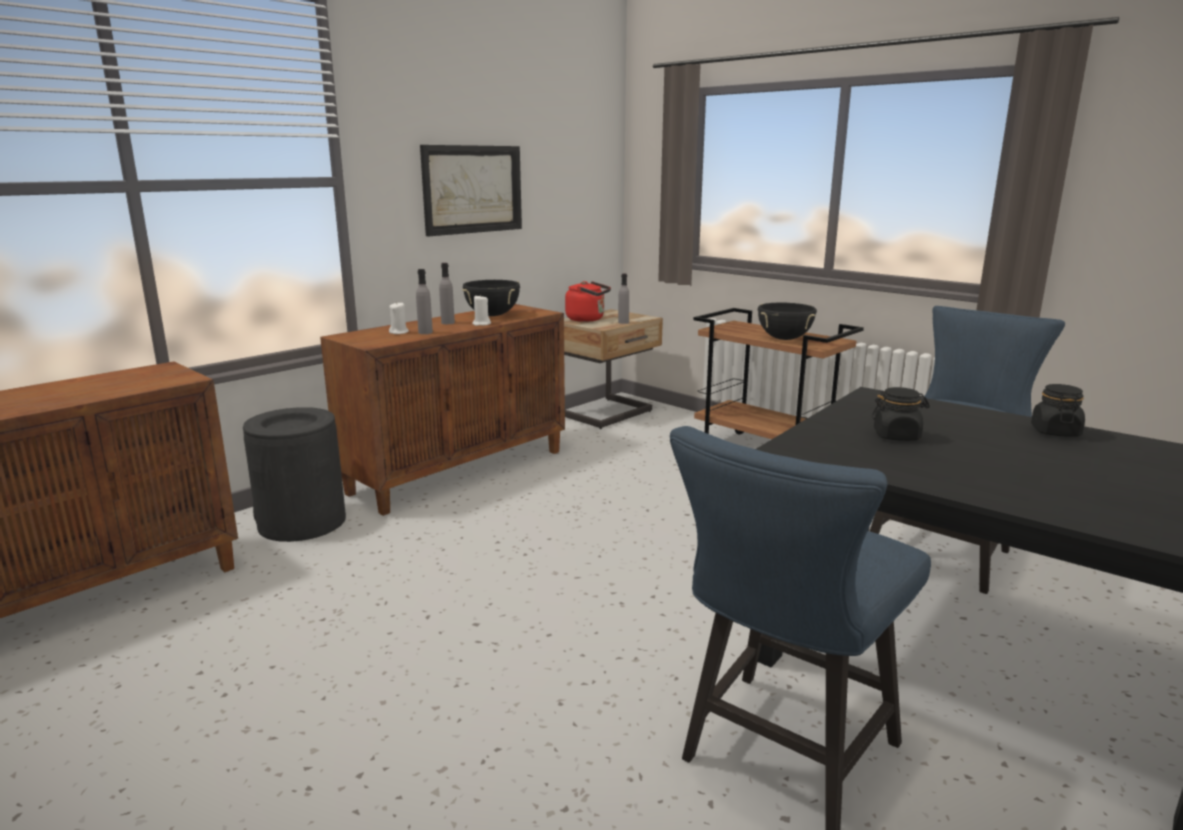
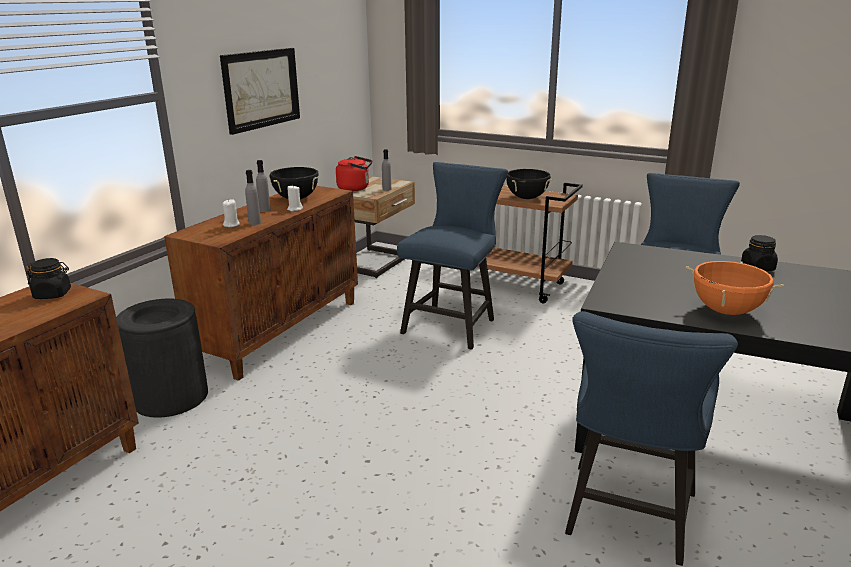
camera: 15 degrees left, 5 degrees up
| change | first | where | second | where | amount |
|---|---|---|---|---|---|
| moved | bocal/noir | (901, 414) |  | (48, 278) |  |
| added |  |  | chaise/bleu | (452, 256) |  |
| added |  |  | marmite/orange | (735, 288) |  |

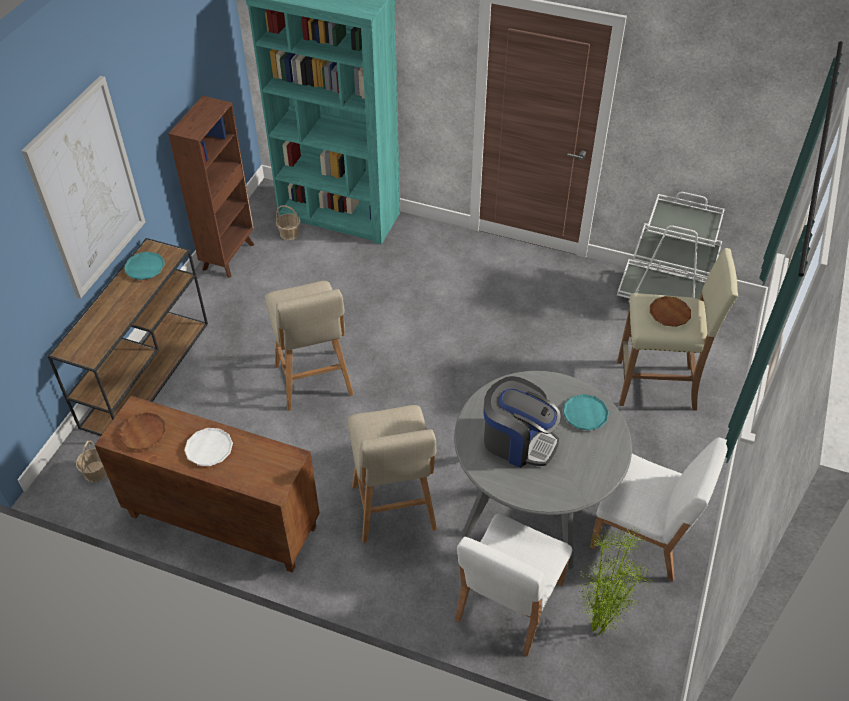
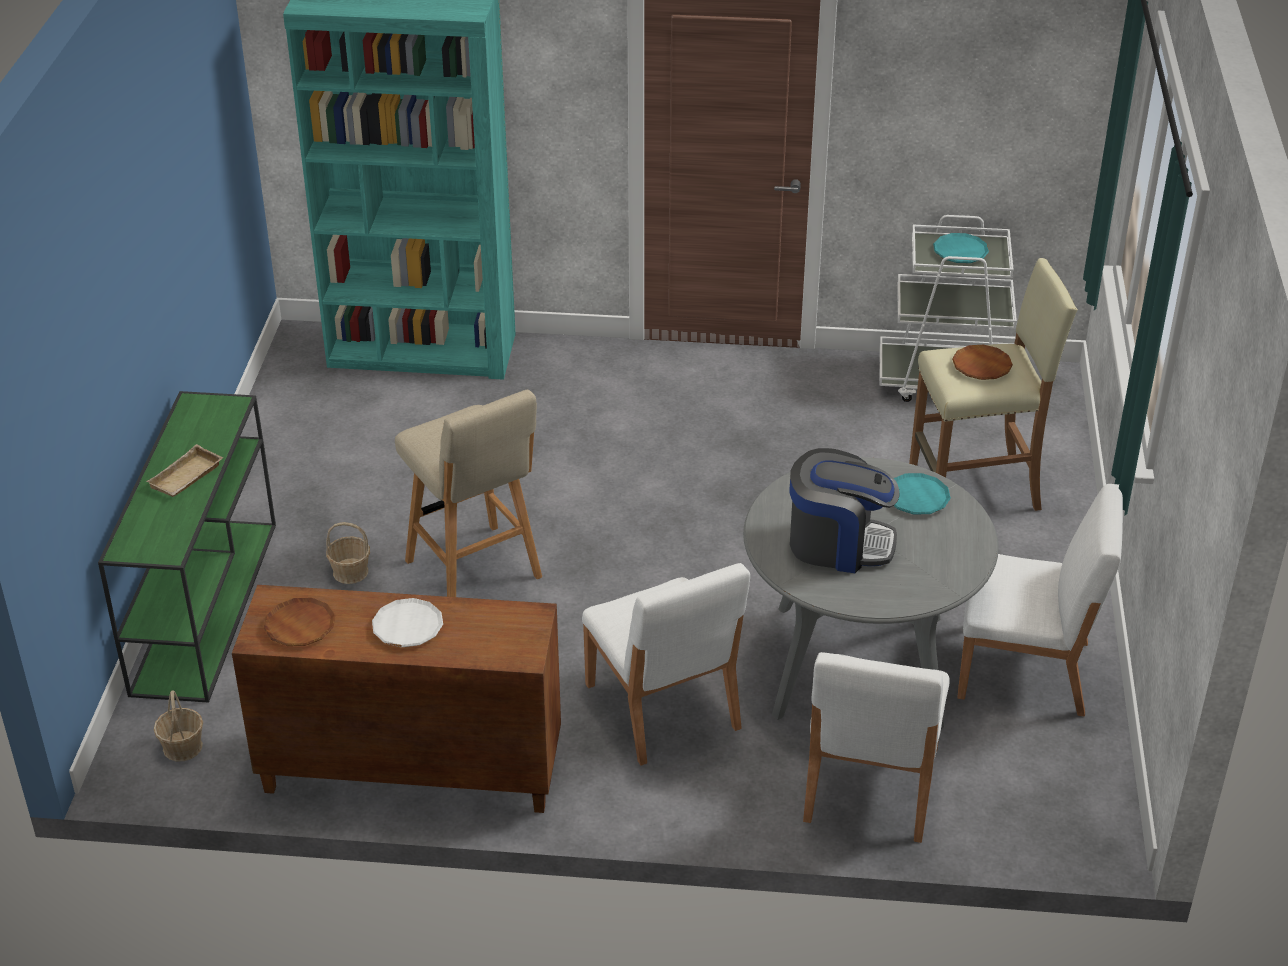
camera: 15 degrees left, 10 degrees down
| change | first | where | second | where | amount |
|---|---|---|---|---|---|
| recoloured | table console/marron | (127, 337) | table console/vert | (187, 547) |  |
| added |  |  | plateau/beige | (184, 470) |  |
| moved | panier | (288, 222) |  | (348, 553) |  |
| replaced | tabouret/beige | (392, 474) | chaise/blanc | (666, 664) |  |
| moved | assiette/turquoise | (144, 266) |  | (961, 248) |  |
| removed | tableau | (83, 187) |  |  |  |
| removed | bibliothèque/marron | (211, 187) |  |  |  |
| removed | plante en pot | (616, 581) |  |  |  |

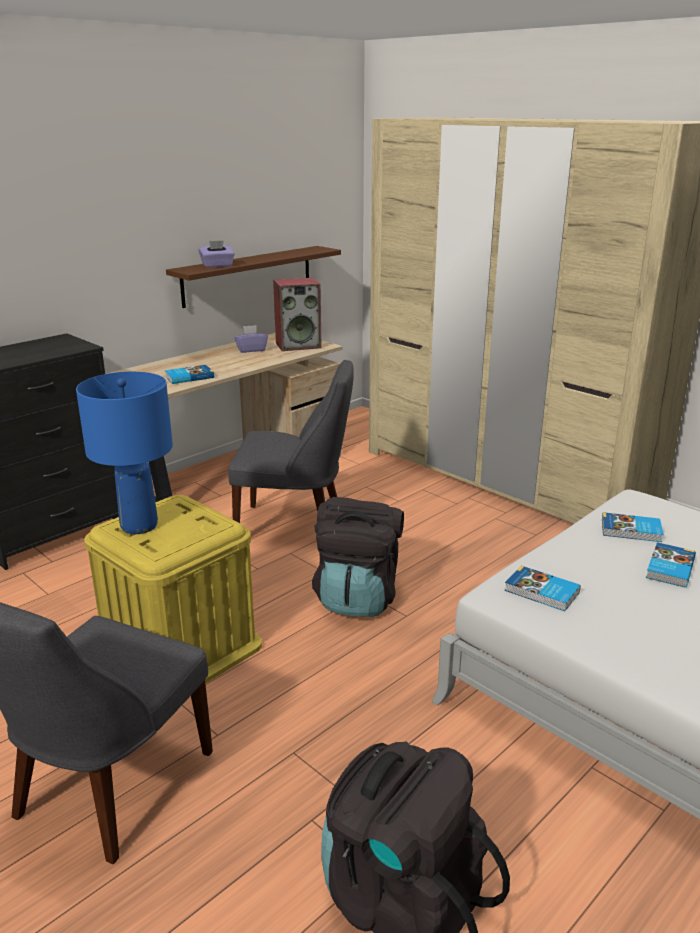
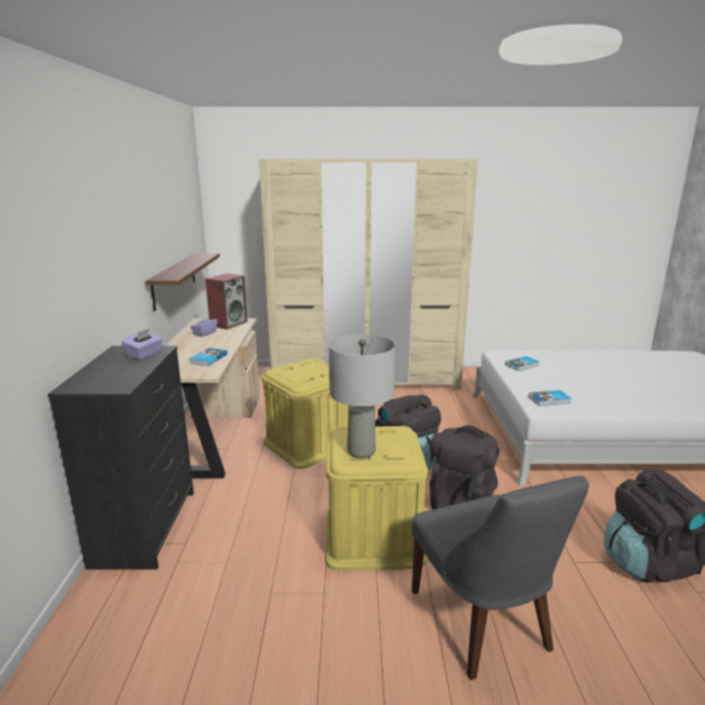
camera: 45 degrees left, 5 degrees down
| change | first | where | second | where | amount |
|---|---|---|---|---|---|
| moved | boîte à mouchoirs/violet | (216, 254) |  | (142, 344) |  |
| replaced | chaise/gris | (291, 441) | boîte de rangement/jaune | (305, 414) |  |
| recoloured | lampe de table/bleu | (124, 453) | lampe de table/gris | (362, 396) |  |
| added |  |  | sac à dos/noir | (465, 467) |  |
| removed | livre | (671, 565) |  |  |  |

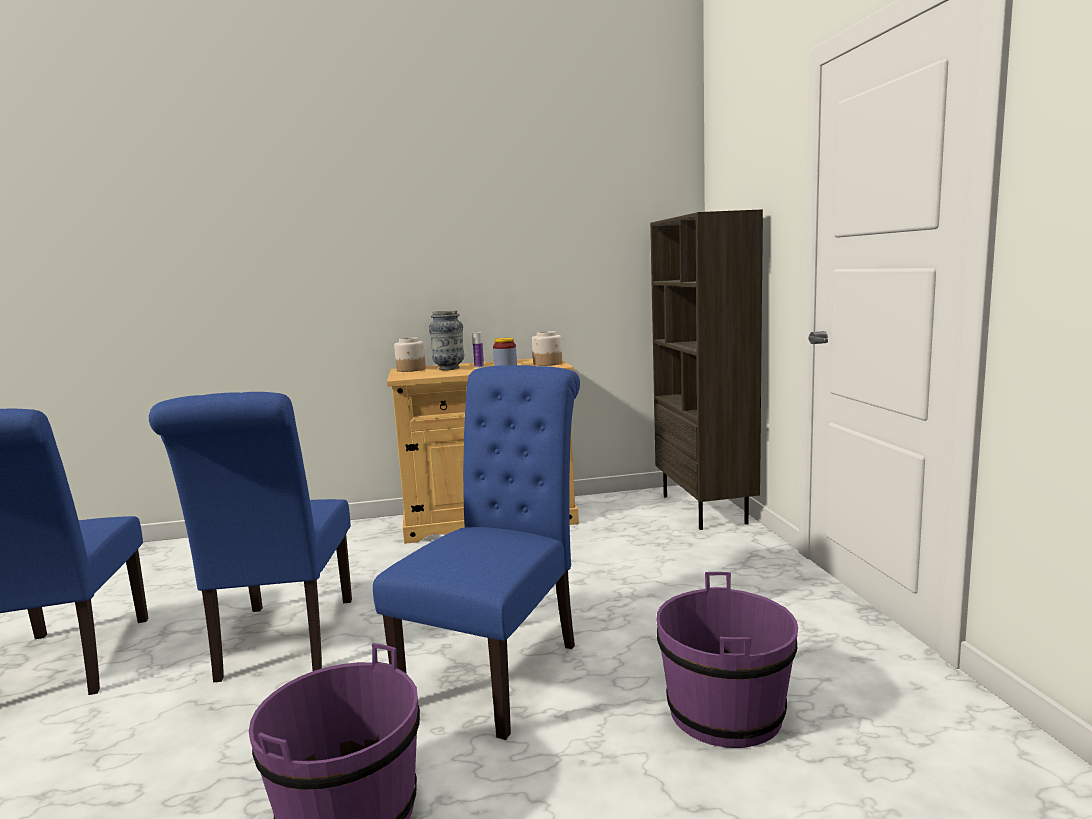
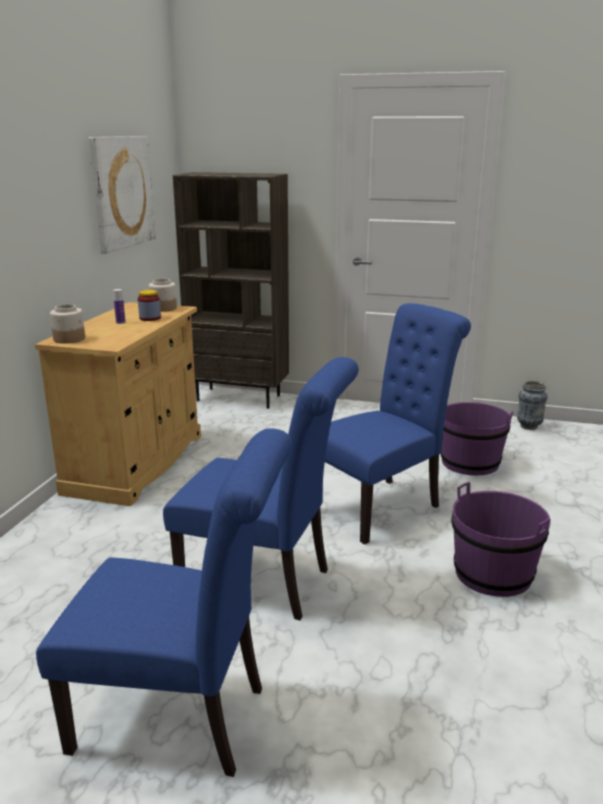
camera: 65 degrees left, 10 degrees up
| change | first | where | second | where | amount |
|---|---|---|---|---|---|
| added |  |  | tableau | (122, 195) |  |
| turned | chaise/bleu | (476, 552) |  | (398, 424) | 90 degrees clockwise |
| moved | vase | (446, 340) |  | (532, 405) |  |

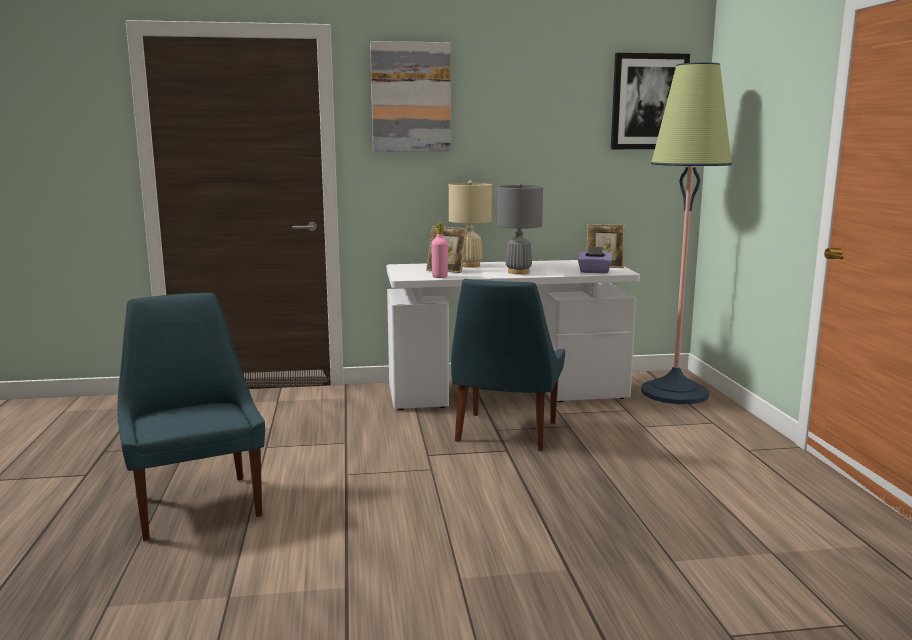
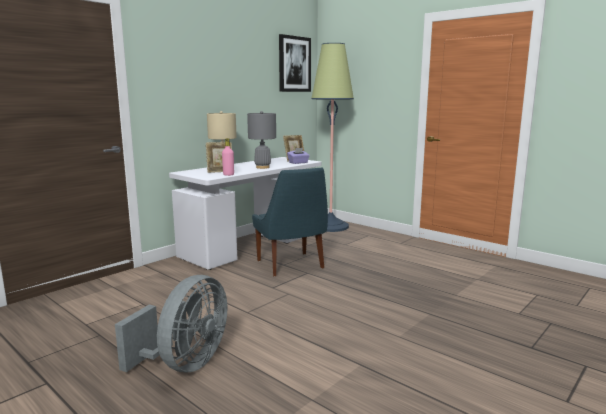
camera: 40 degrees left, 0 degrees up
| change | first | where | second | where | amount |
|---|---|---|---|---|---|
| replaced | chaise/bleu | (191, 417) | ventilateur/gris | (171, 323) |  |
| removed | tableau | (410, 96) |  |  |  |

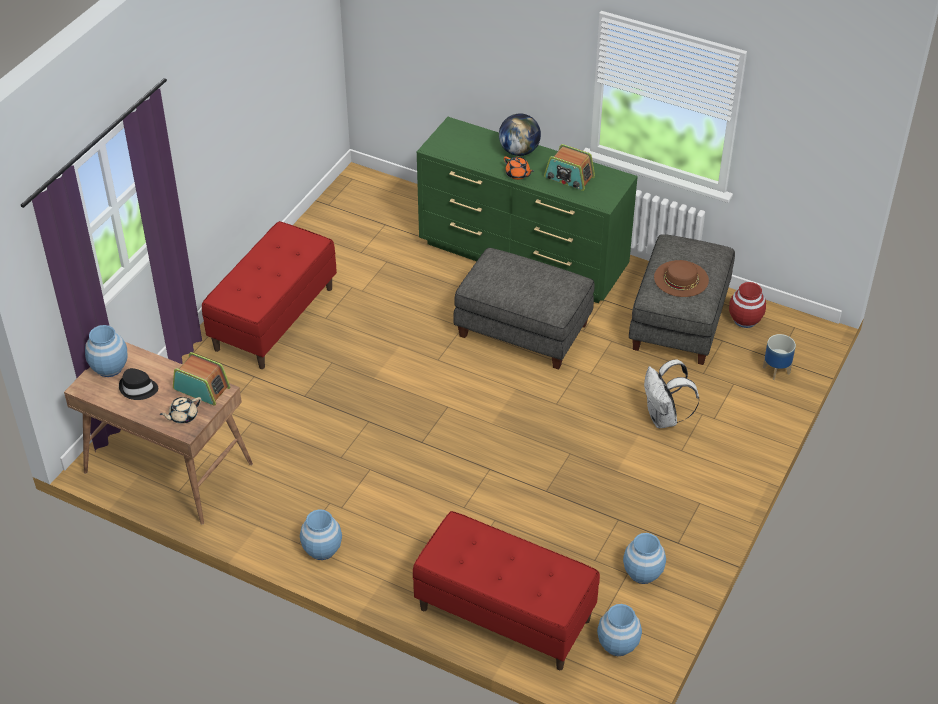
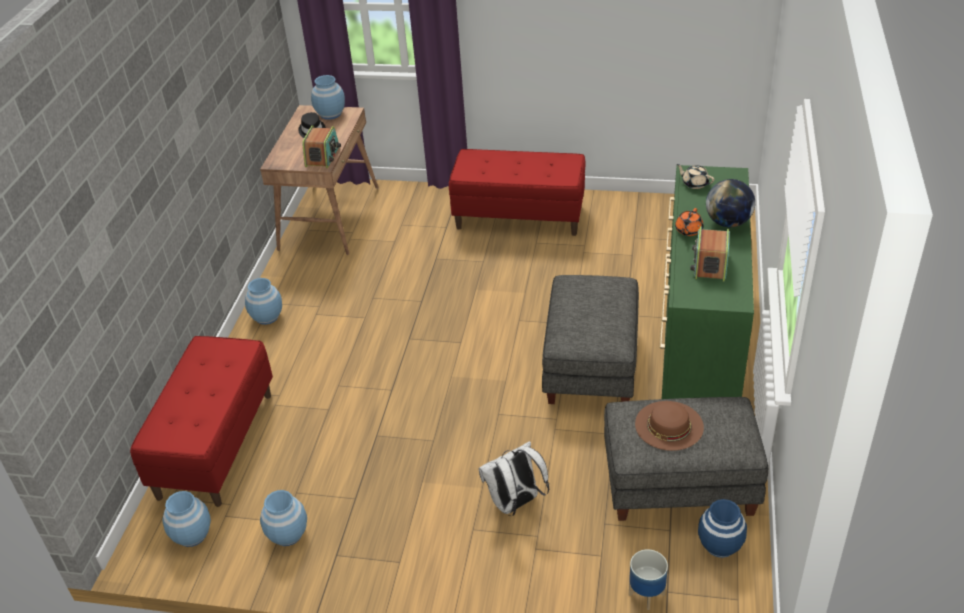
camera: 75 degrees right, 5 degrees down
| change | first | where | second | where | amount |
|---|---|---|---|---|---|
| moved | théière/beige | (181, 410) |  | (695, 176) |  |
| recoloured | vase/rouge | (747, 305) | vase/bleu | (722, 528) |  |

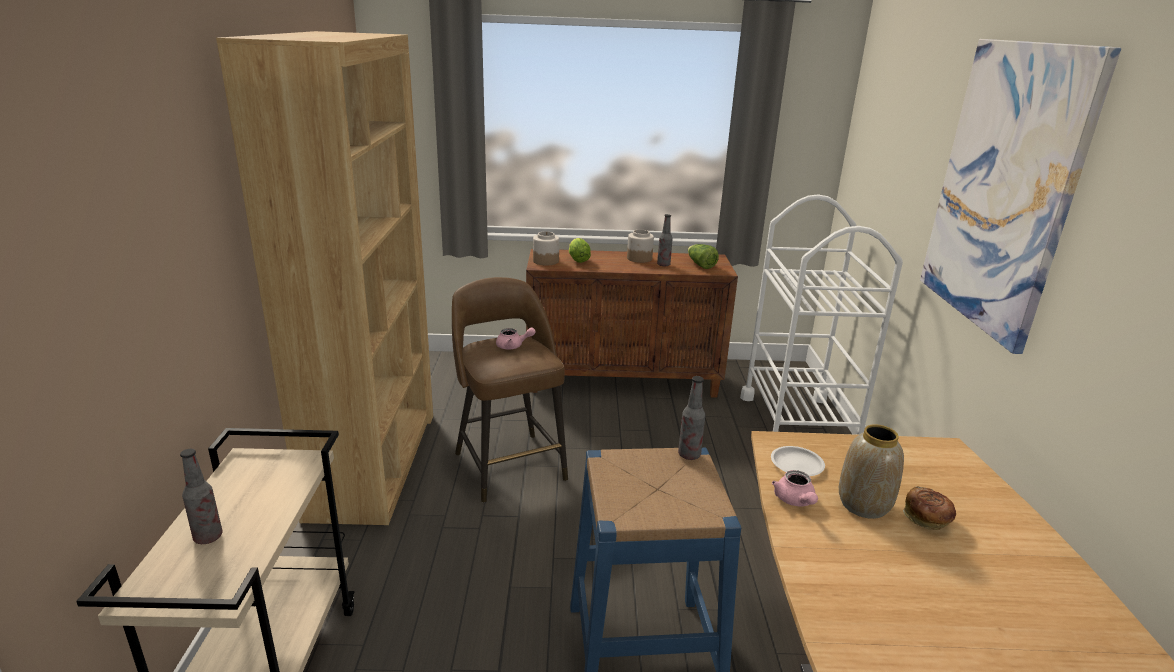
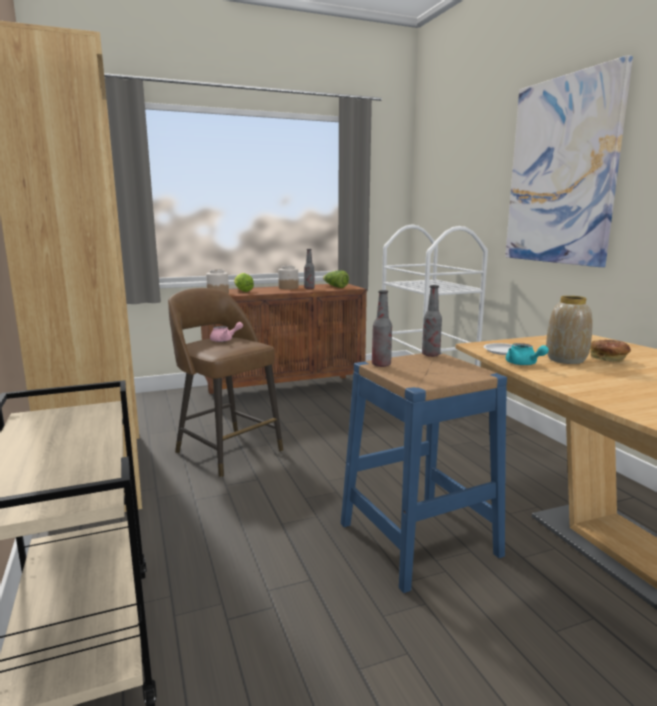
camera: 20 degrees left, 10 degrees down
| change | first | where | second | where | amount |
|---|---|---|---|---|---|
| moved | bouteille | (201, 496) |  | (382, 328) |  |
| recoloured | théière/rose | (795, 488) | théière/turquoise | (527, 354) |  |

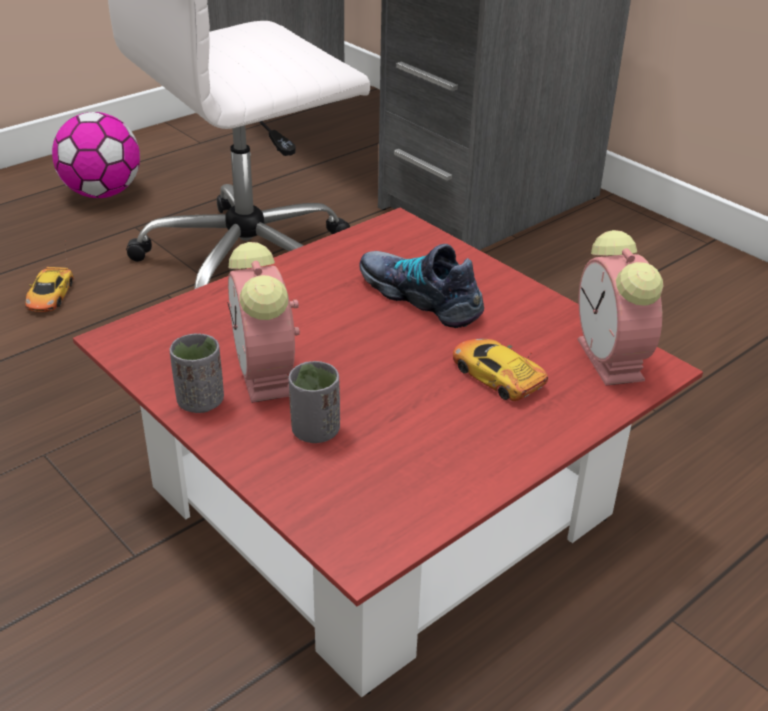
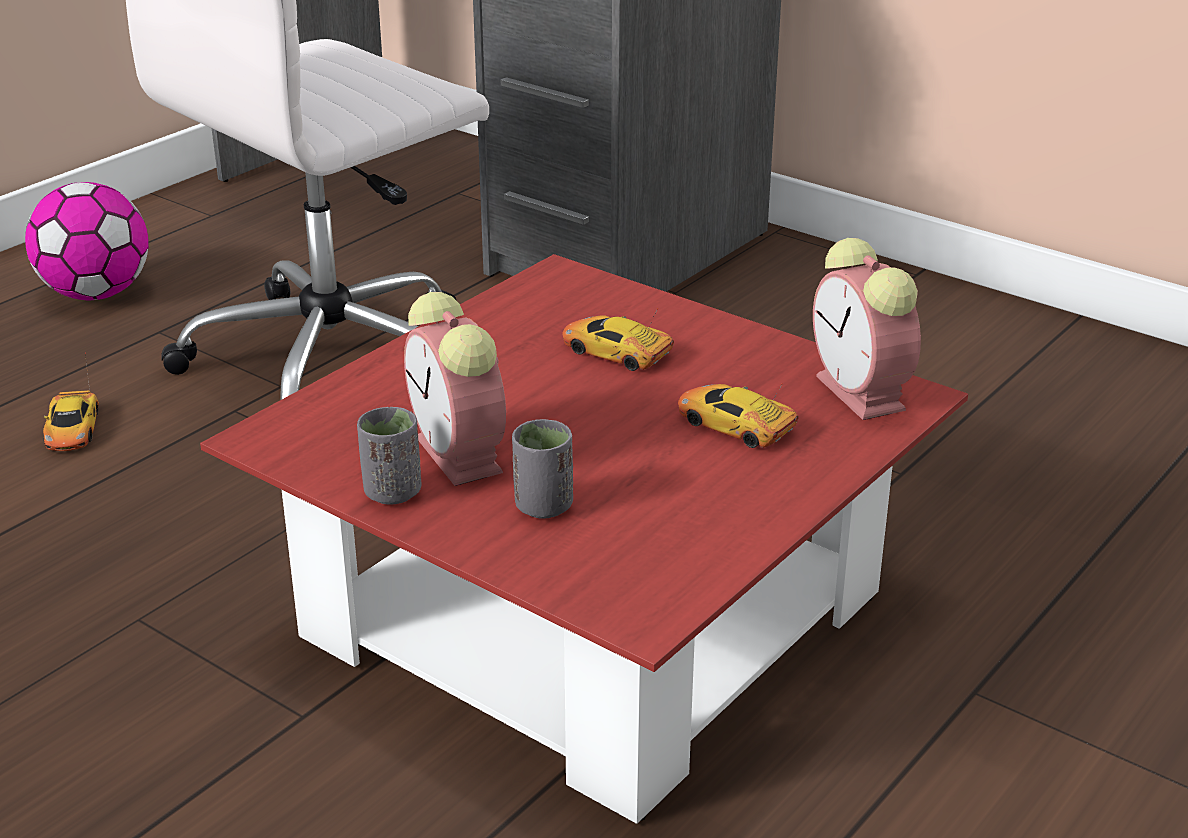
camera: 10 degrees left, 5 degrees down
| change | first | where | second | where | amount |
|---|---|---|---|---|---|
| replaced | chaussure | (422, 286) | petite voiture | (618, 339) |  |

